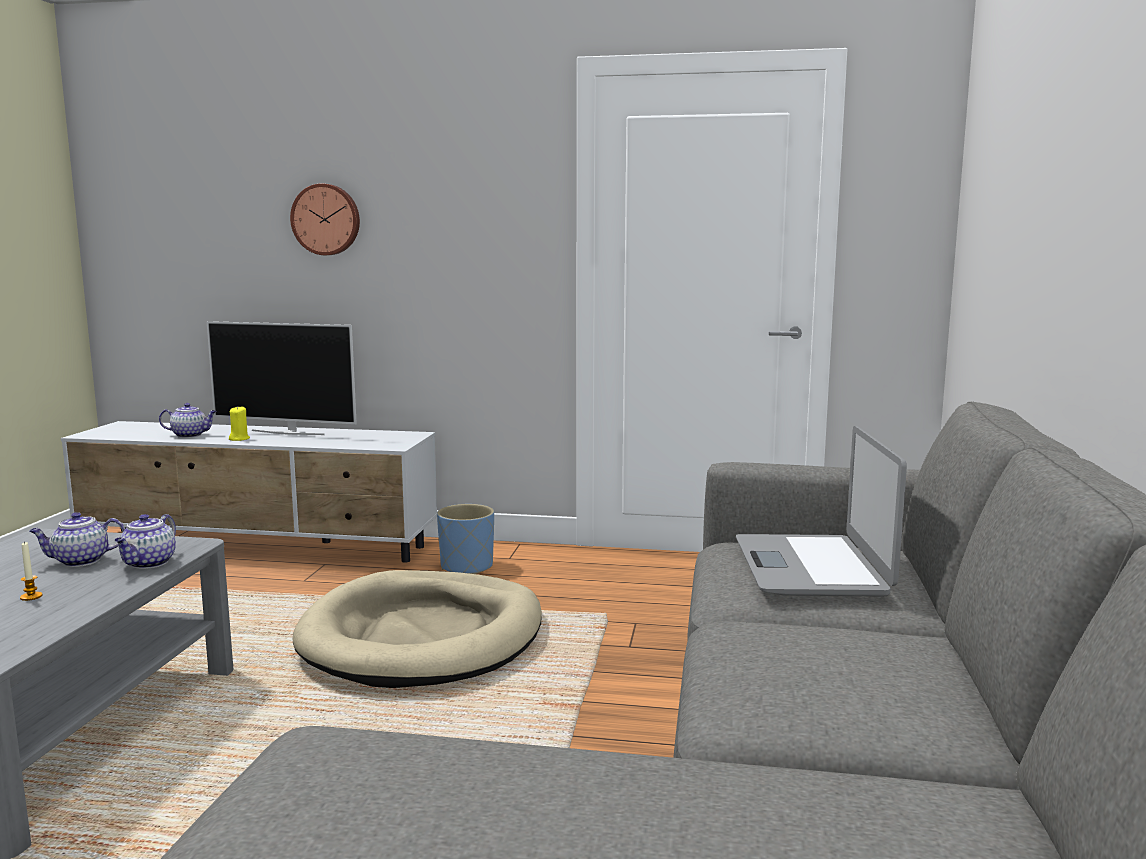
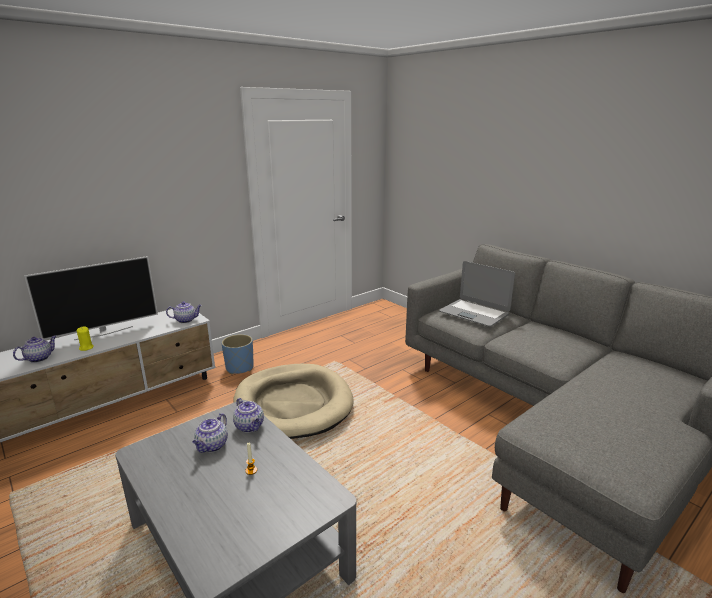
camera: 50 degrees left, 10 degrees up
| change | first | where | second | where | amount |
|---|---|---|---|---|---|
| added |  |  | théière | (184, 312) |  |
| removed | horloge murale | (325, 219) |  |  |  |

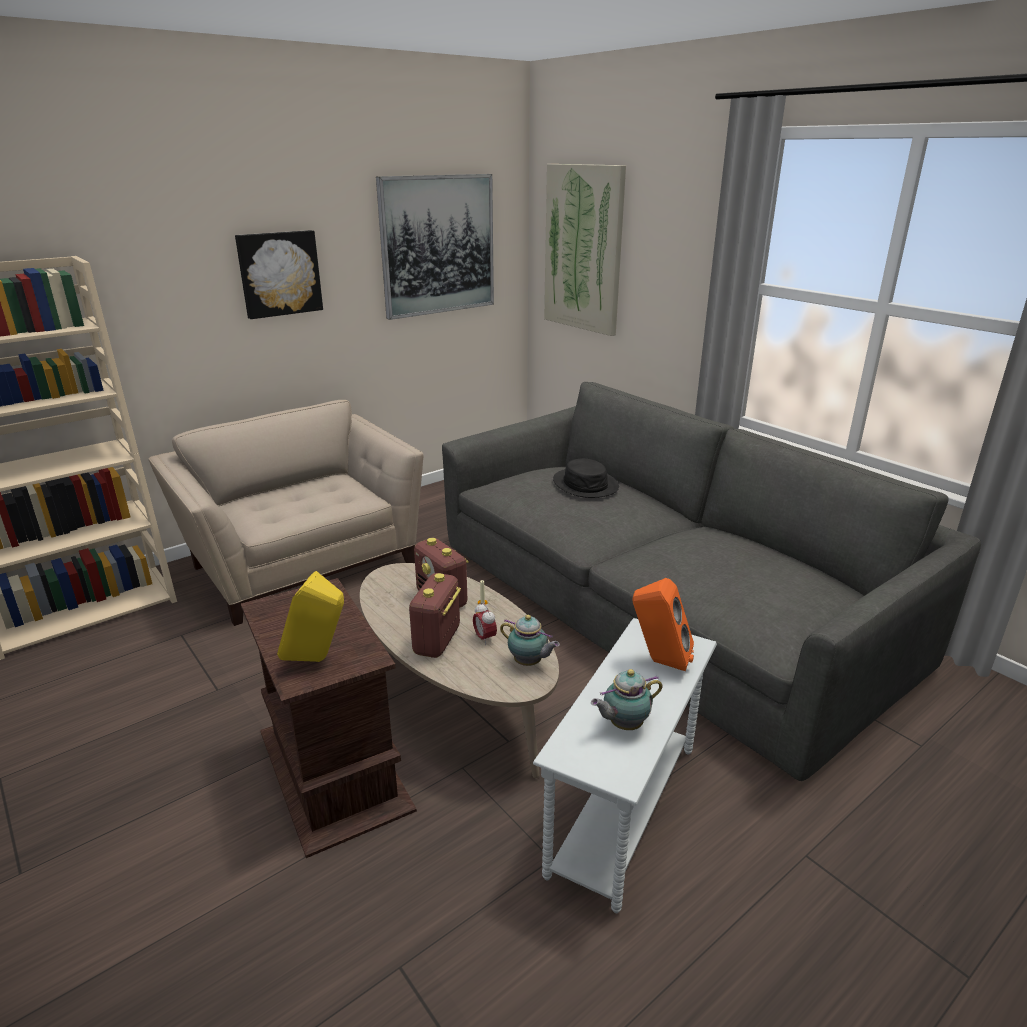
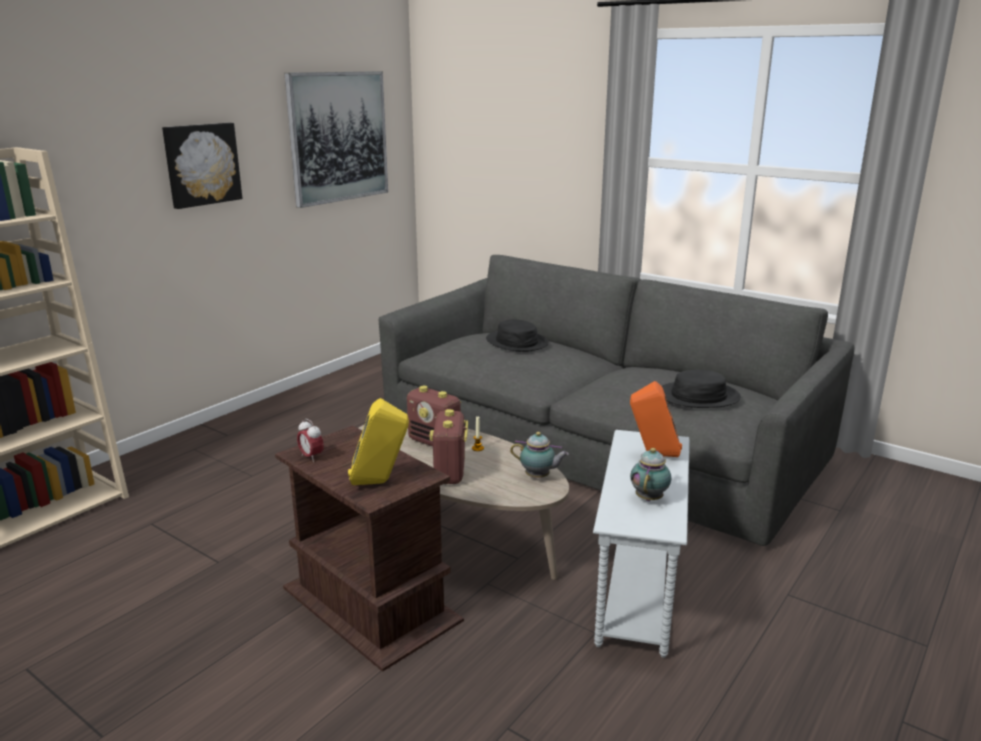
camera: 15 degrees left, 5 degrees down
| change | first | where | second | where | amount |
|---|---|---|---|---|---|
| moved | réveil | (485, 623) |  | (310, 441) |  |
| turned | théière | (627, 699) |  | (650, 474) | 150 degrees clockwise |
| added |  |  | chapeau/noir | (701, 389) |  |
| removed | fauteuil/beige | (285, 513) |  |  |  |
| removed | tableau | (585, 250) |  |  |  |

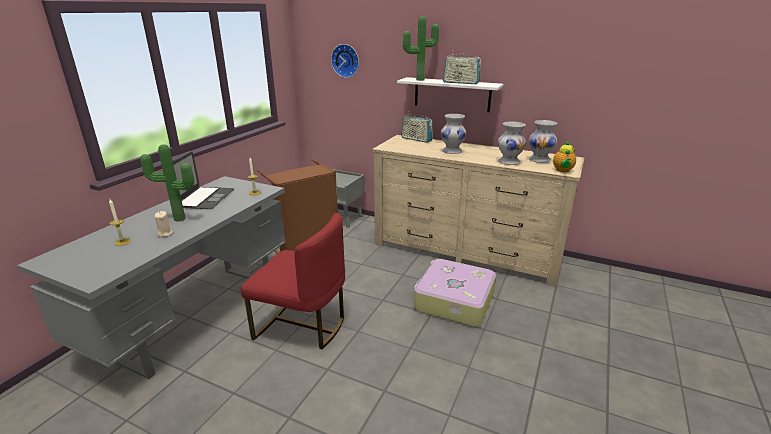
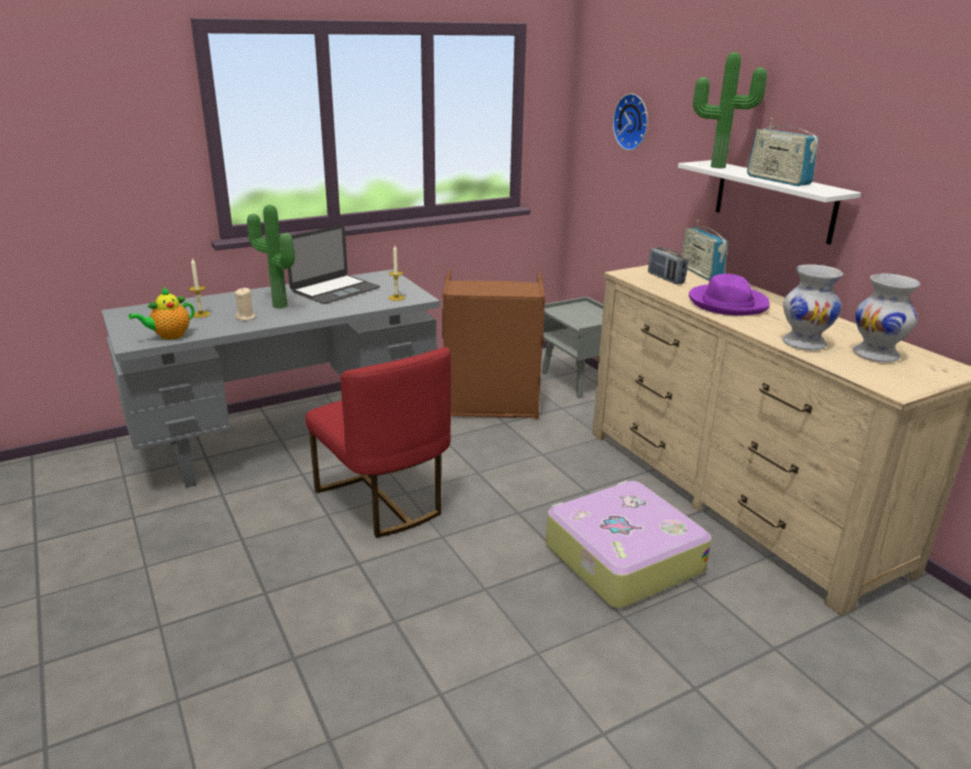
camera: 35 degrees right, 0 degrees up
| change | first | where | second | where | amount |
|---|---|---|---|---|---|
| moved | théière | (564, 156) |  | (161, 313) |  |
| added |  |  | radio | (668, 265) |  |
| replaced | vase/blanc | (453, 134) | chapeau/violet | (729, 295) |  |

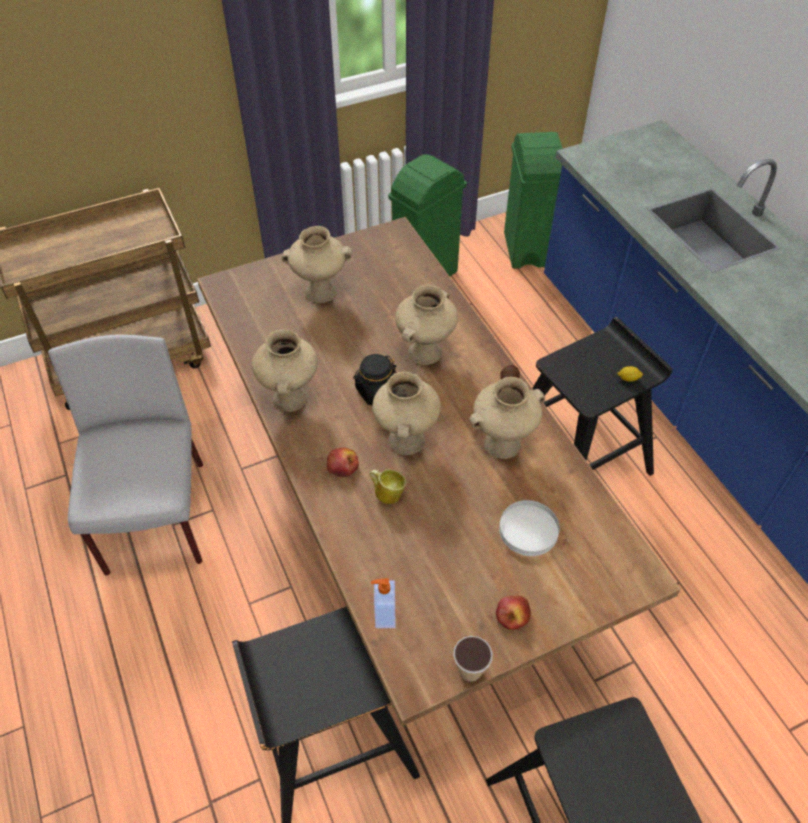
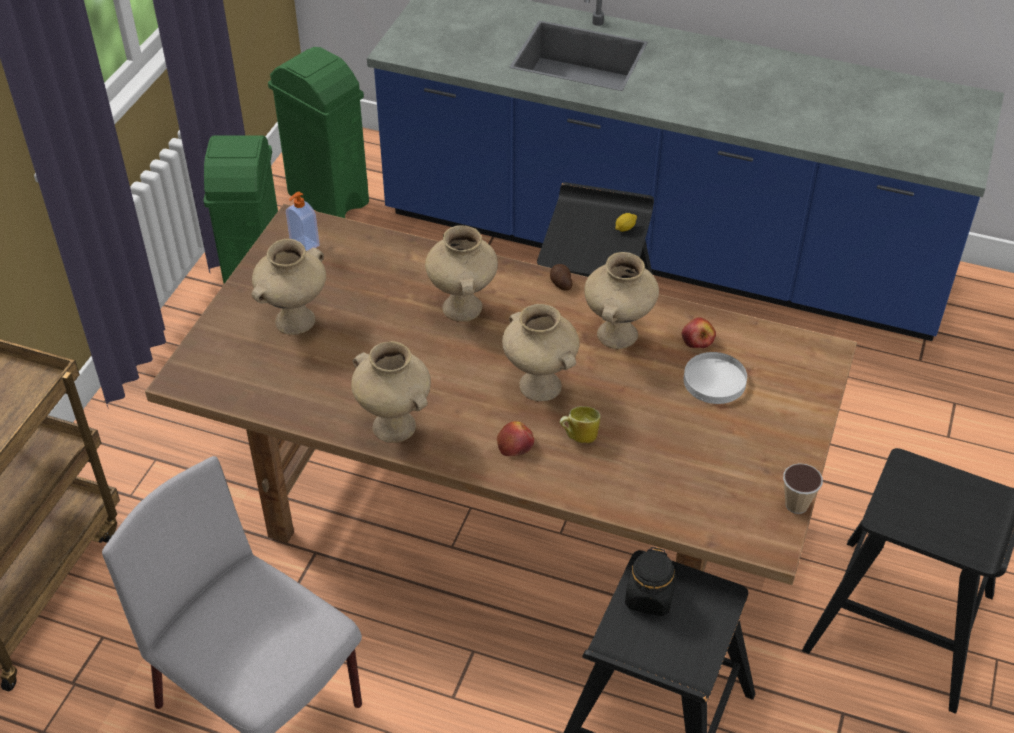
camera: 45 degrees left, 5 degrees down
| change | first | where | second | where | amount |
|---|---|---|---|---|---|
| moved | distributeur de savon | (383, 603) |  | (303, 221) |  |
| moved | bocal/noir | (374, 380) |  | (651, 581) |  |
| moved | pomme | (513, 613) |  | (699, 332) |  |

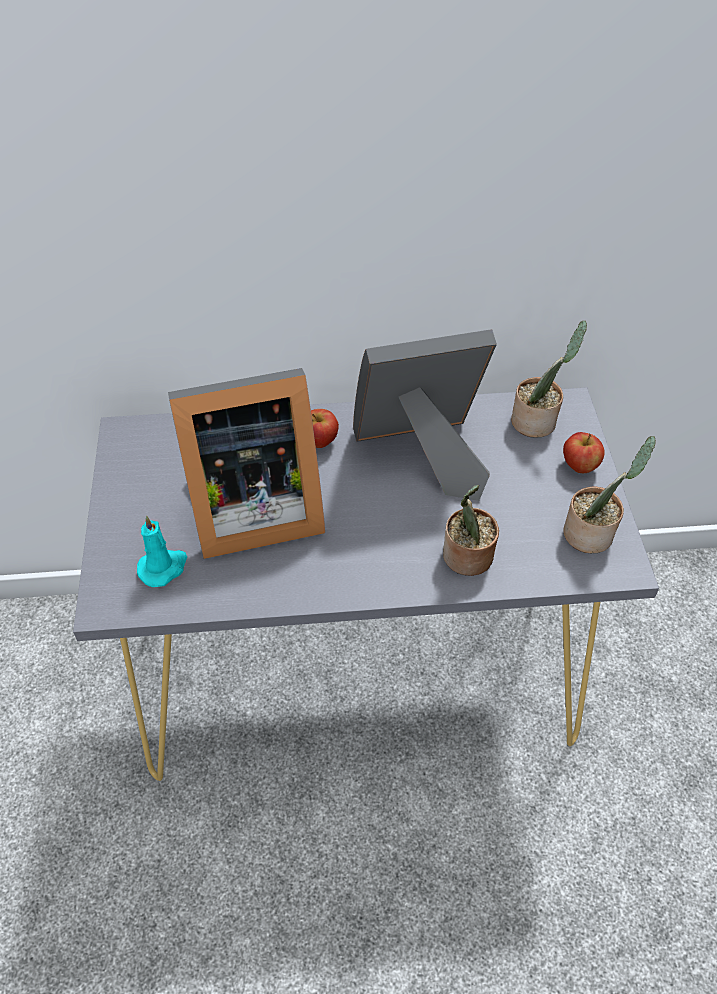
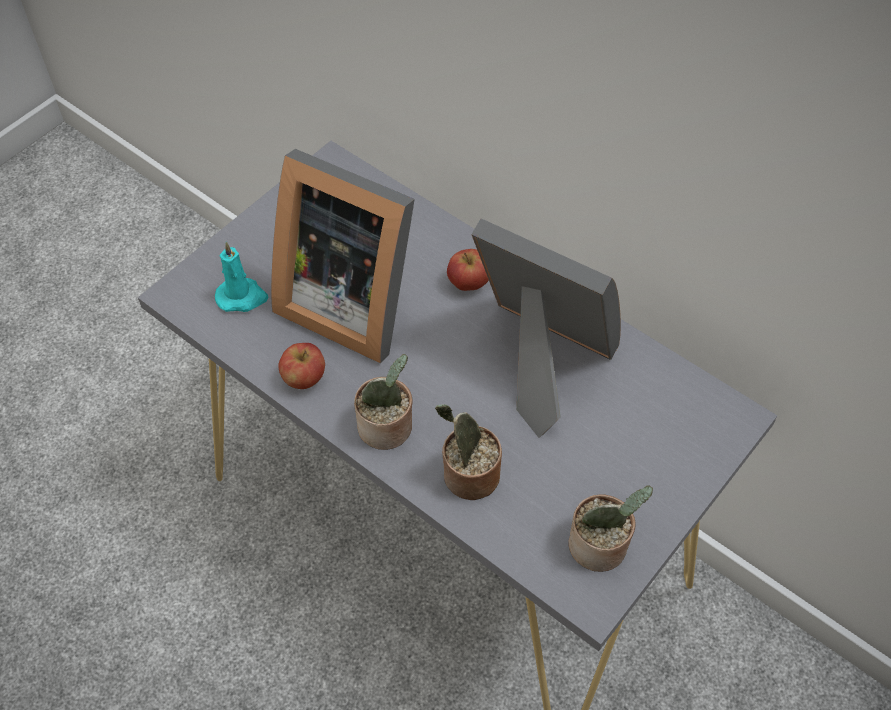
camera: 45 degrees right, 5 degrees up
| change | first | where | second | where | amount |
|---|---|---|---|---|---|
| moved | pomme | (584, 452) |  | (301, 366) |  |
| moved | plante en pot | (549, 379) |  | (383, 402) |  |

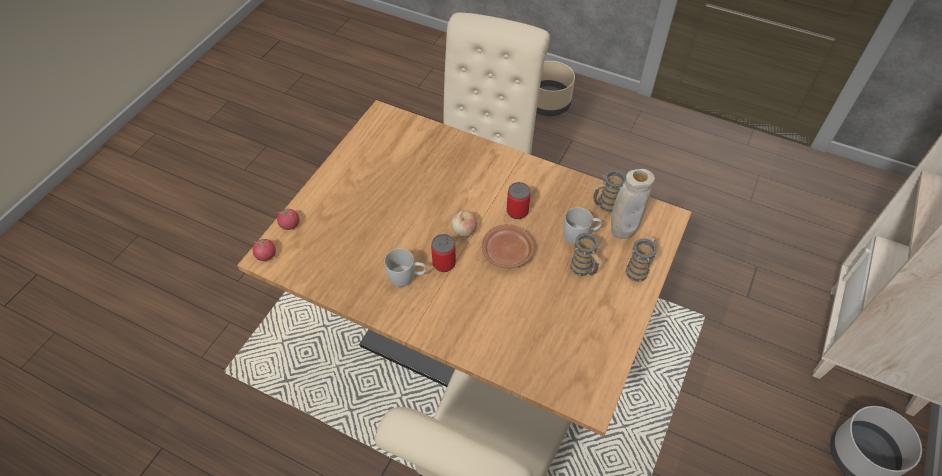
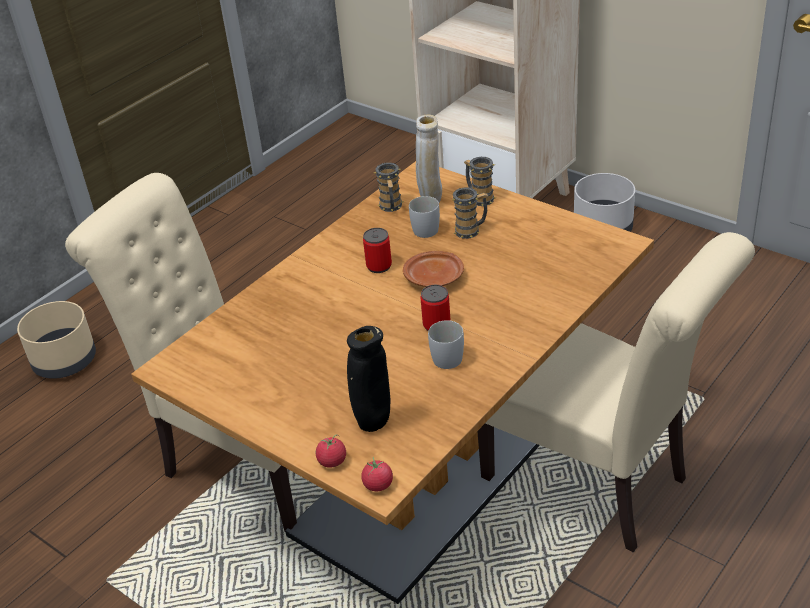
camera: 75 degrees left, 15 degrees down
| change | first | where | second | where | amount |
|---|---|---|---|---|---|
| added |  |  | vase/noir | (368, 379) |  |
| removed | pomme | (464, 223) |  |  |  |

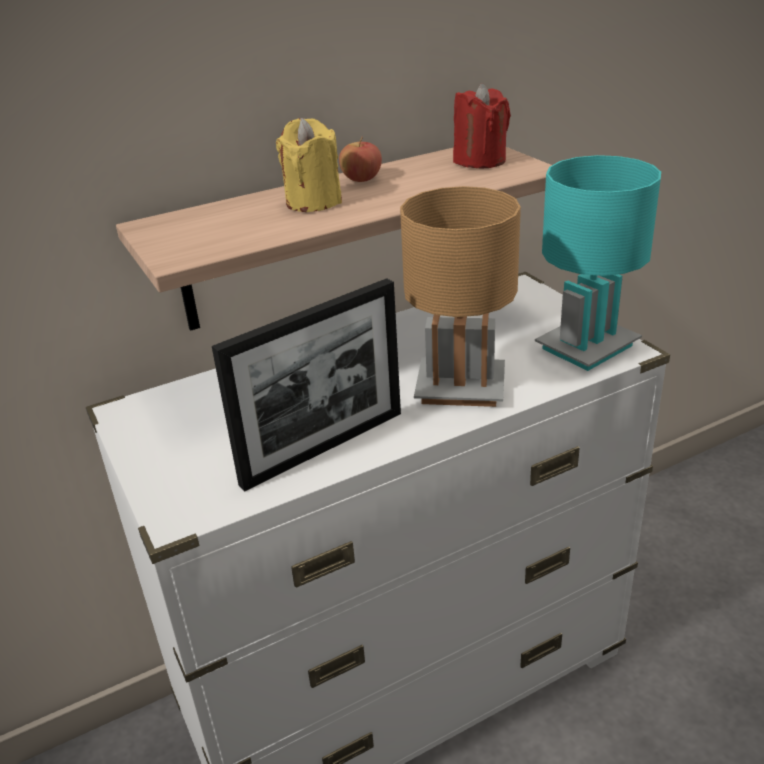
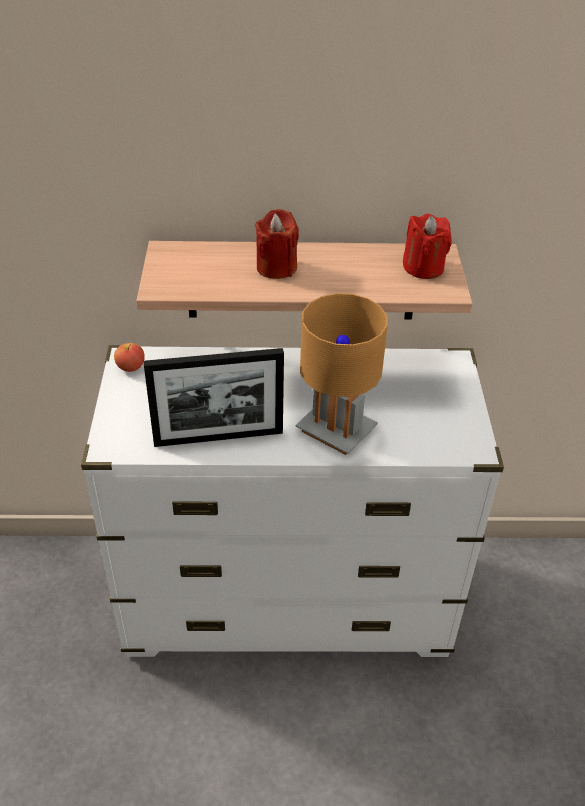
camera: 25 degrees right, 10 degrees up
| change | first | where | second | where | amount |
|---|---|---|---|---|---|
| moved | pomme | (360, 159) |  | (129, 357) |  |
| recoloured | bougie/jaune | (309, 165) | bougie/rouge | (277, 244) |  |
| removed | lampe de table/turquoise | (598, 263) |  |  |  |

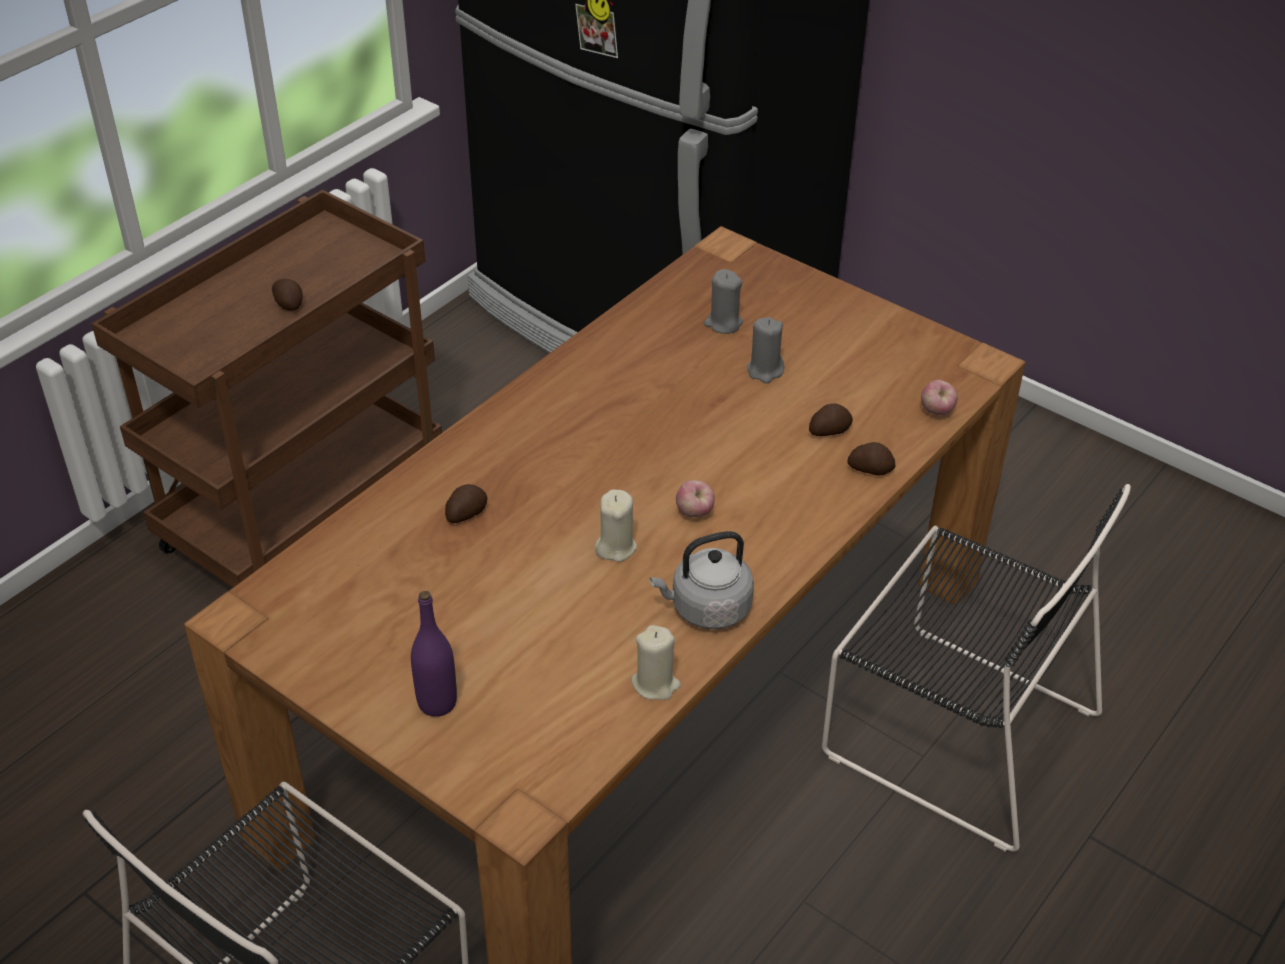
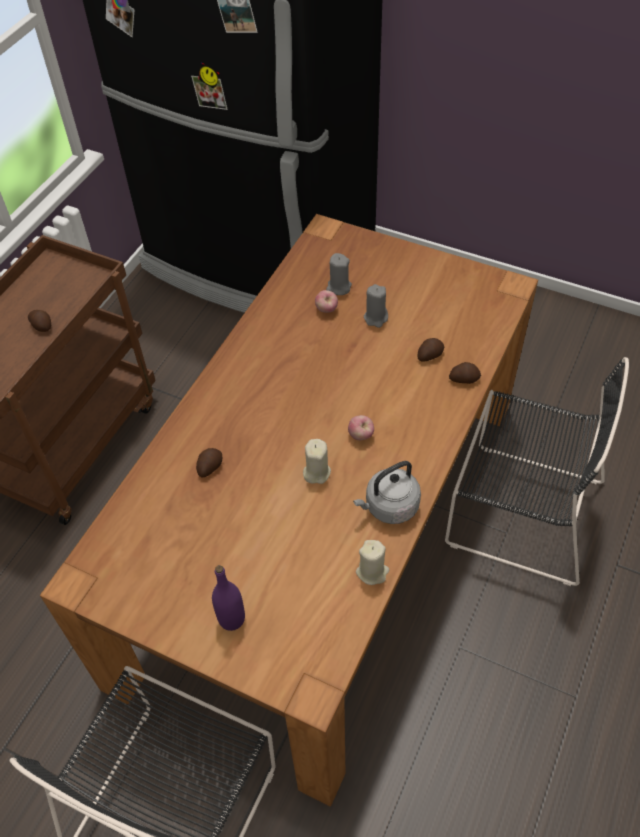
camera: 10 degrees left, 10 degrees up
| change | first | where | second | where | amount |
|---|---|---|---|---|---|
| moved | pomme | (939, 397) |  | (326, 301) |  |

